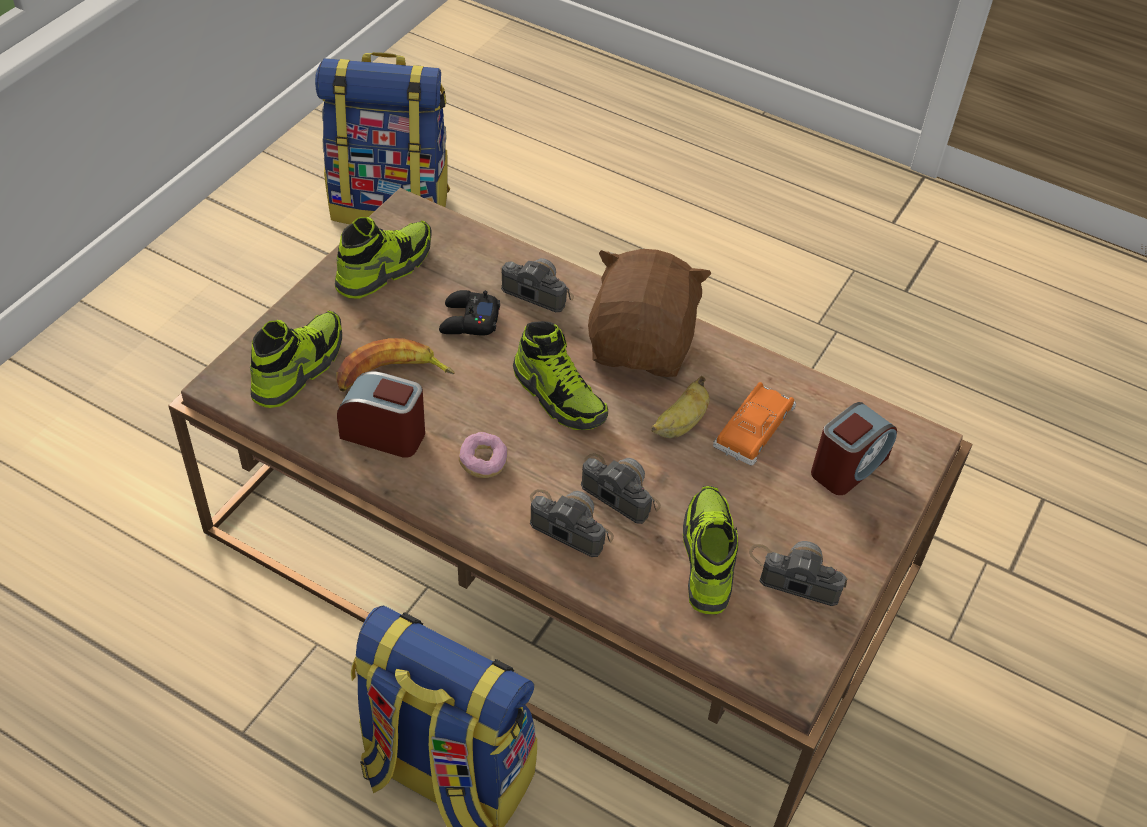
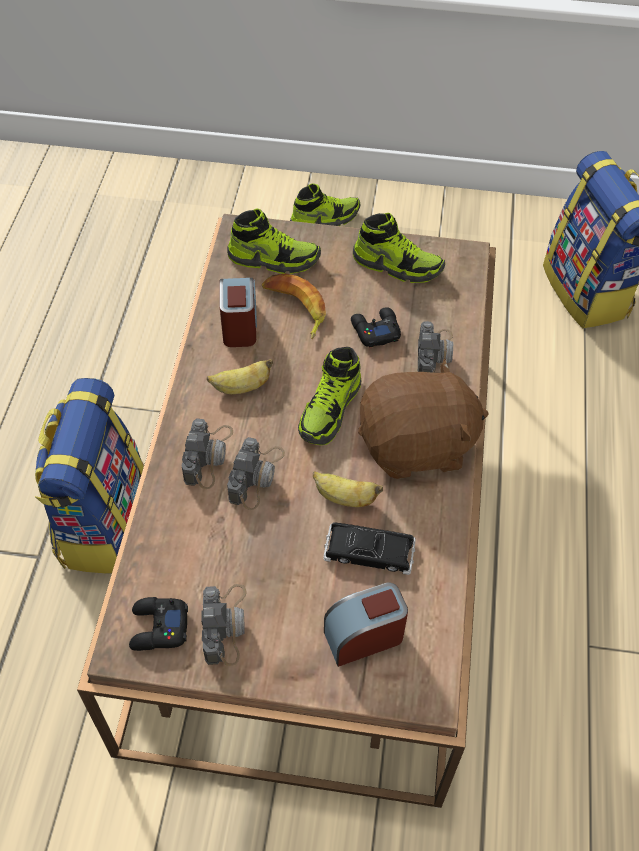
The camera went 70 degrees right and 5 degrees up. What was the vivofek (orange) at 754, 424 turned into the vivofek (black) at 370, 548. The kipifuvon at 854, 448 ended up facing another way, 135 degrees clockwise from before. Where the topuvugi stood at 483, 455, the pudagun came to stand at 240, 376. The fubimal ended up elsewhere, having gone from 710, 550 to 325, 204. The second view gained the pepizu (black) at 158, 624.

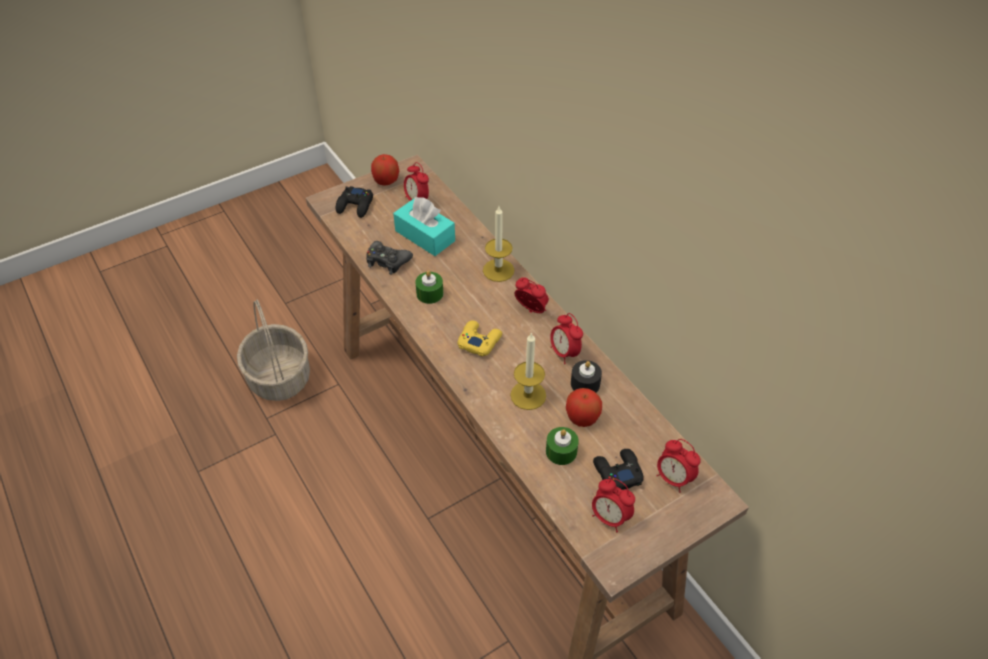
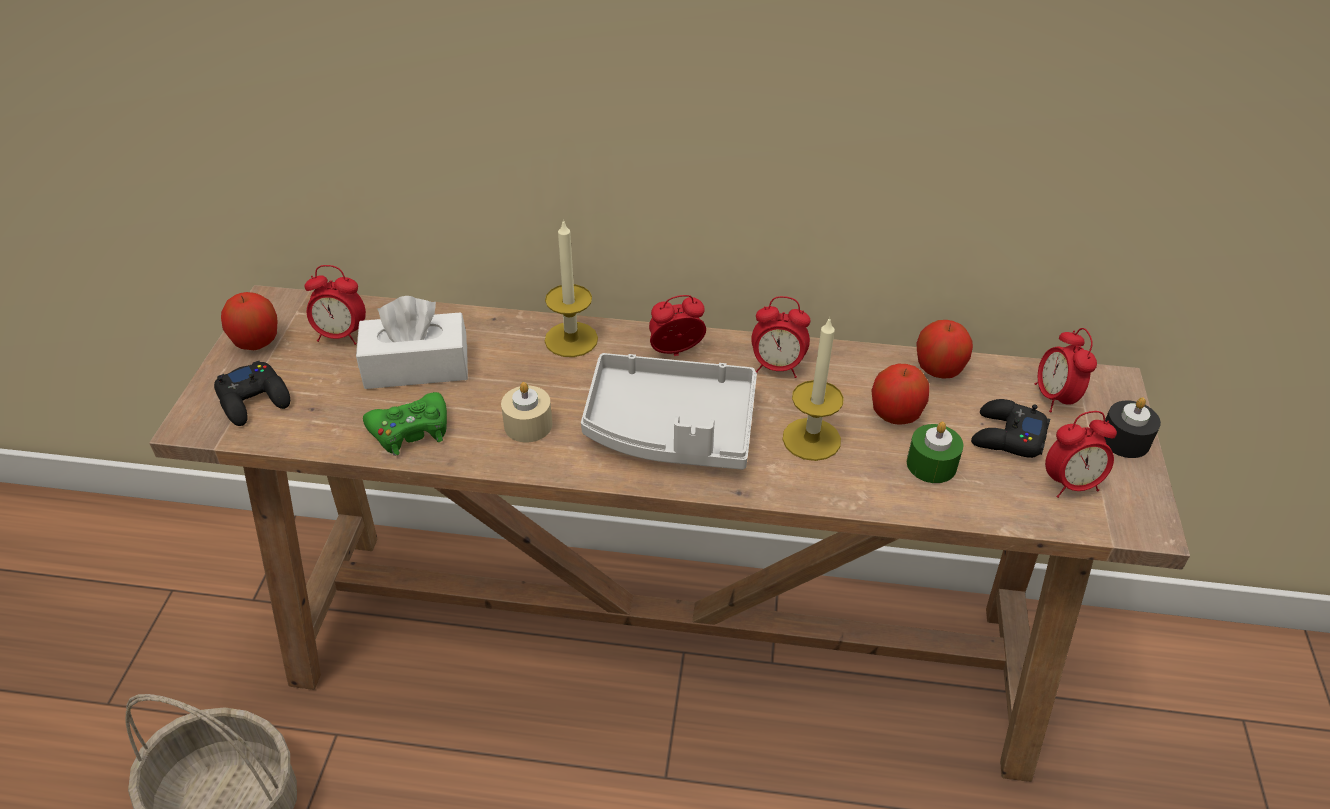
The camera went 50 degrees left and 5 degrees down. What was the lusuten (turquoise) at 424, 226 turned into the lusuten (white) at 412, 342. What was the pepizu (black) at 389, 258 turned into the pepizu (green) at 405, 424. What was the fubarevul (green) at 429, 287 turned into the fubarevul (beige) at 526, 412. Where the pepizu (yellow) stood at 480, 339, the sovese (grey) came to stand at 669, 411. The fubarevul (black) ended up elsewhere, having gone from 586, 376 to 1132, 427. The kipifuvon at 678, 466 ended up facing another way, 90 degrees clockwise from before. The second view gained the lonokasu at 944, 349.

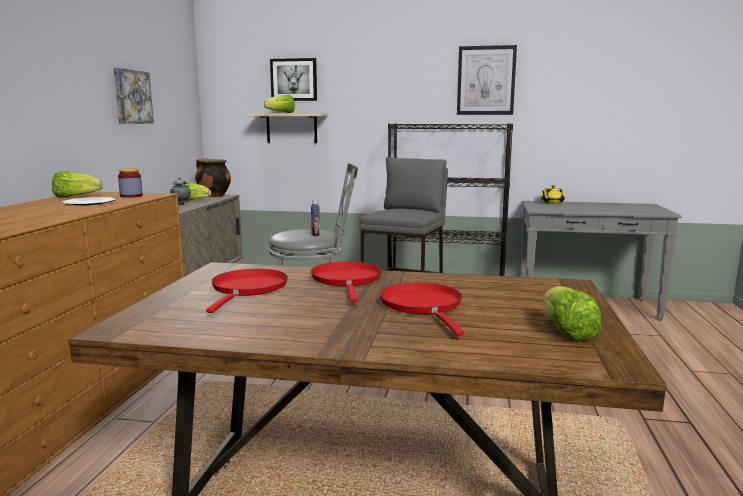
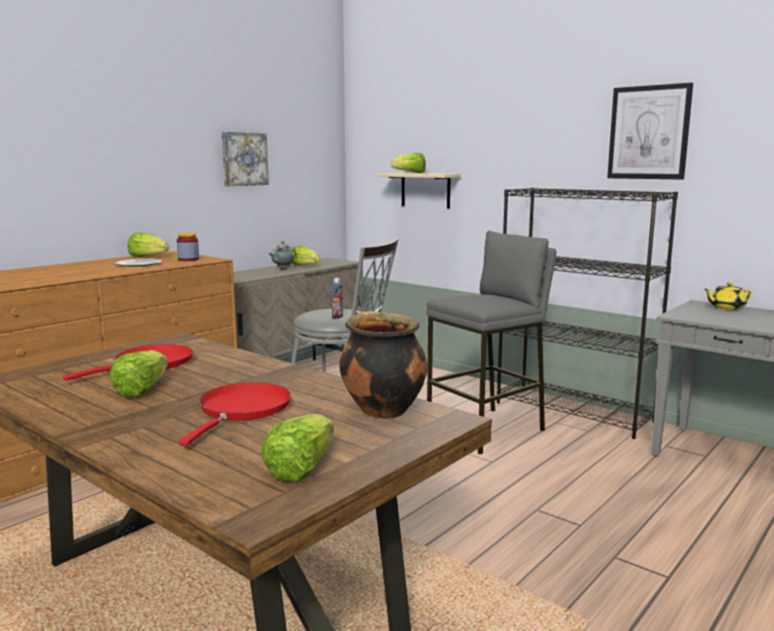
The camera went 30 degrees right and 0 degrees up. The second view lost the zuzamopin at 293, 79. The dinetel ended up elsewhere, having gone from 213, 177 to 383, 365. The second view lost the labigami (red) at 346, 281. The second view gained the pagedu at 138, 374.

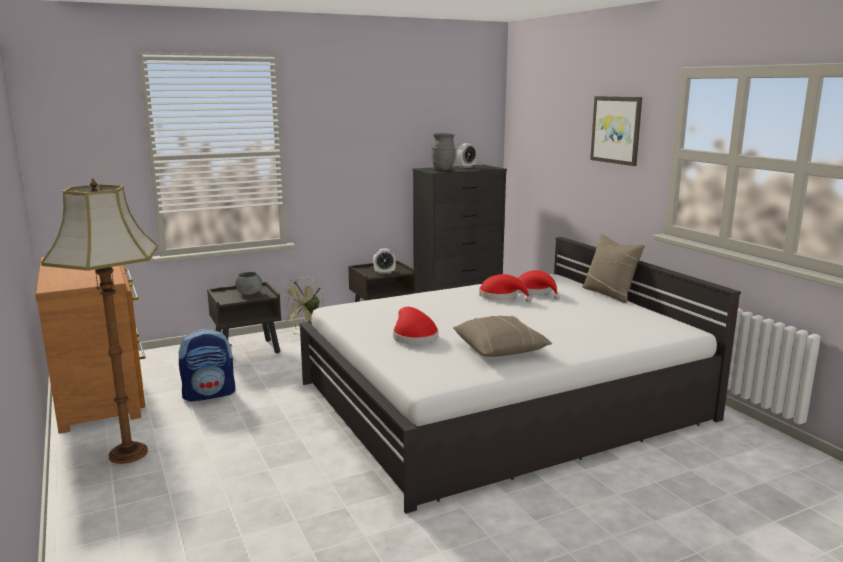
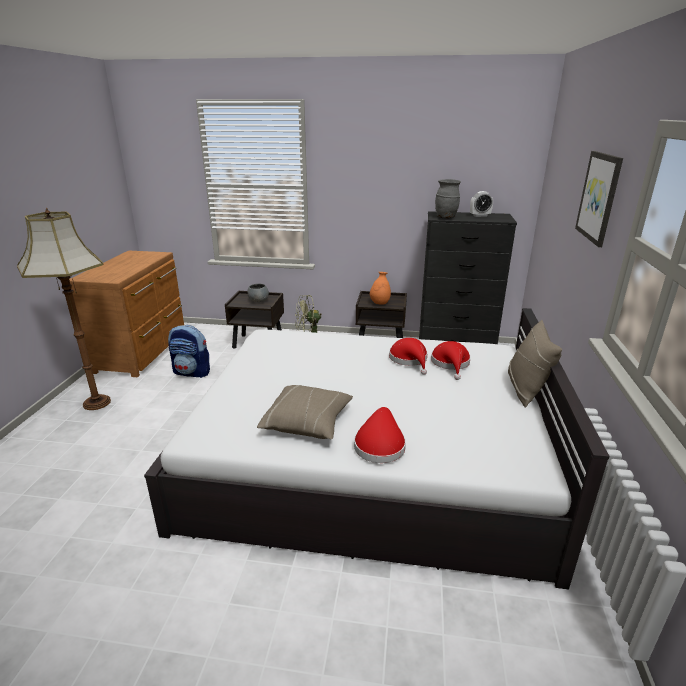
The camera went 35 degrees right and 10 degrees up. Where the kipifuvon stood at 384, 261, the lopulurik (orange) came to stand at 380, 288. The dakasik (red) ended up elsewhere, having gone from 415, 326 to 380, 435.

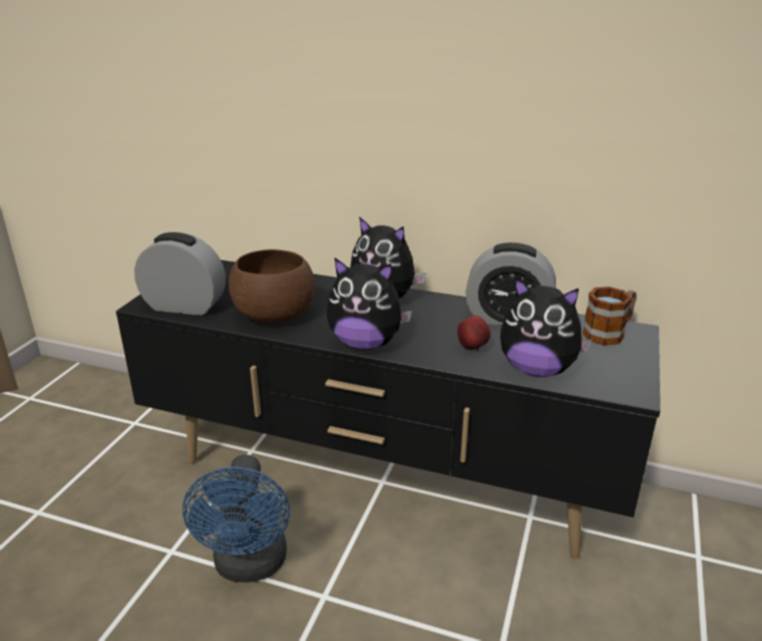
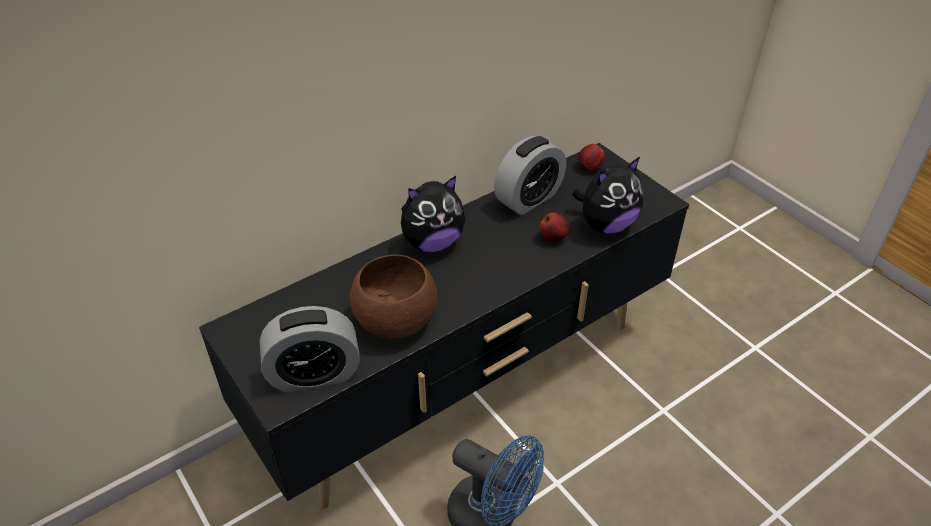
The camera went 55 degrees left and 15 degrees up. The kipifuvon at 180, 274 ended up facing another way, 150 degrees counterclockwise from before. The second view lost the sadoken at 369, 303. Where the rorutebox stood at 610, 316, the lonokasu came to stand at 591, 157.

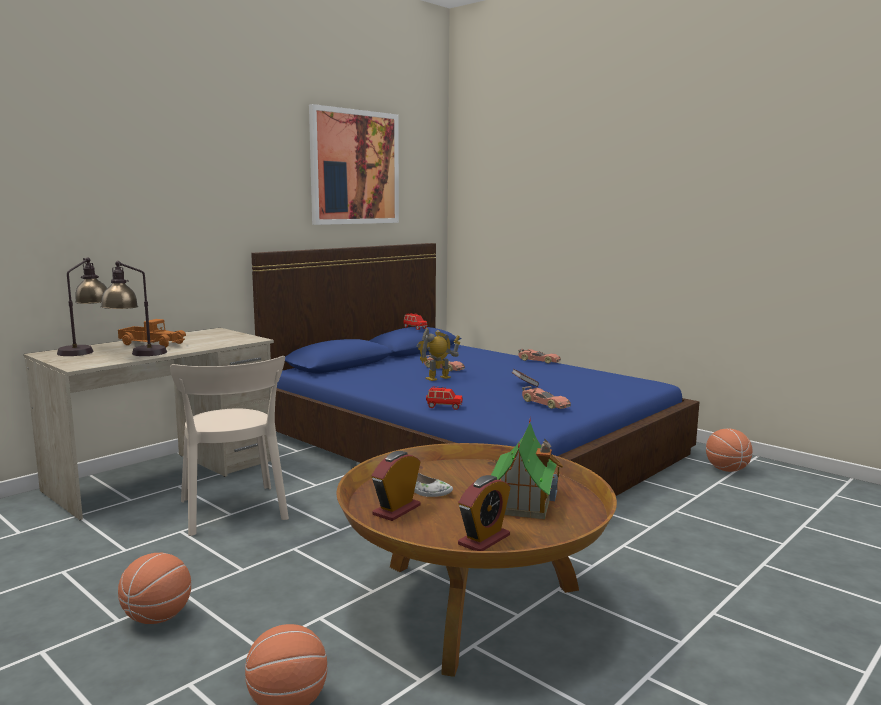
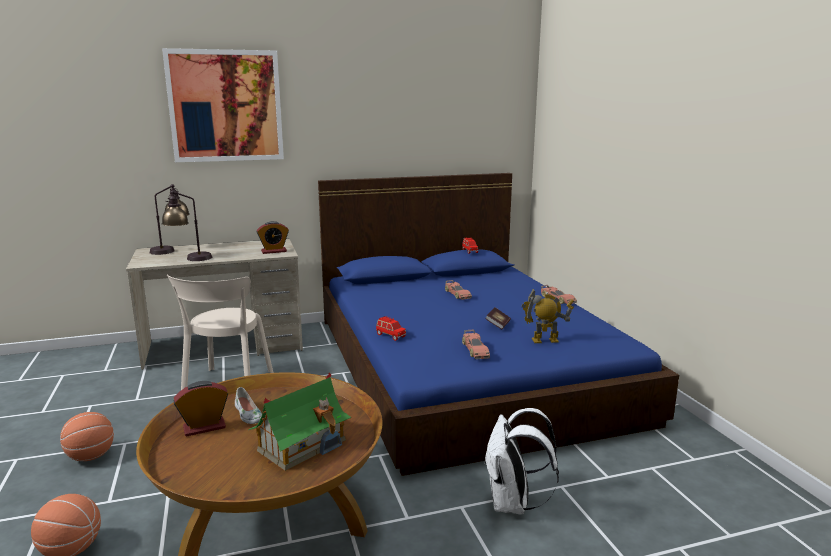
The camera went 30 degrees right and 5 degrees up. The zuzamopin ended up elsewhere, having gone from 354, 164 to 223, 105. The second view lost the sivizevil at 152, 333. The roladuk ended up elsewhere, having gone from 439, 354 to 547, 316. The second view lost the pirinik at 729, 450. The kipifuvon ended up elsewhere, having gone from 484, 513 to 273, 237. The second view gained the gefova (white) at 521, 461.

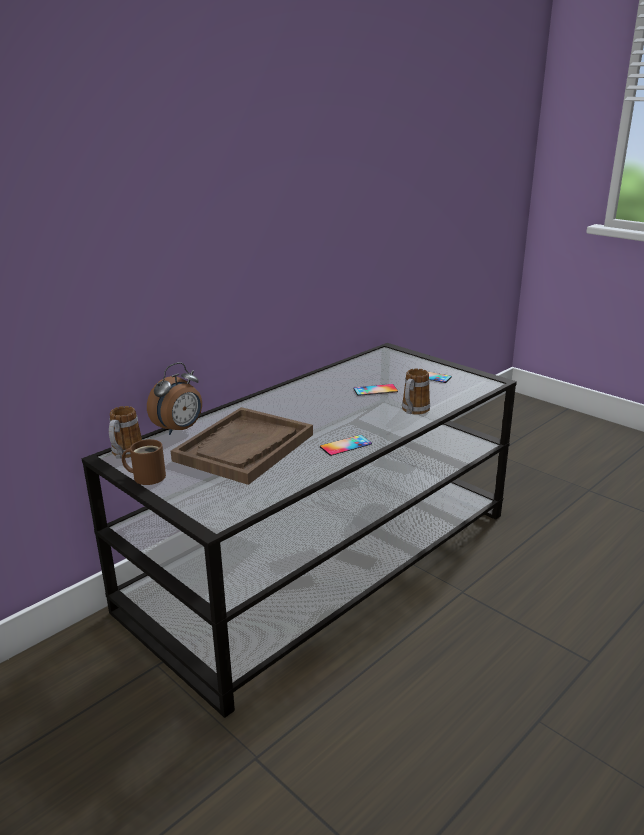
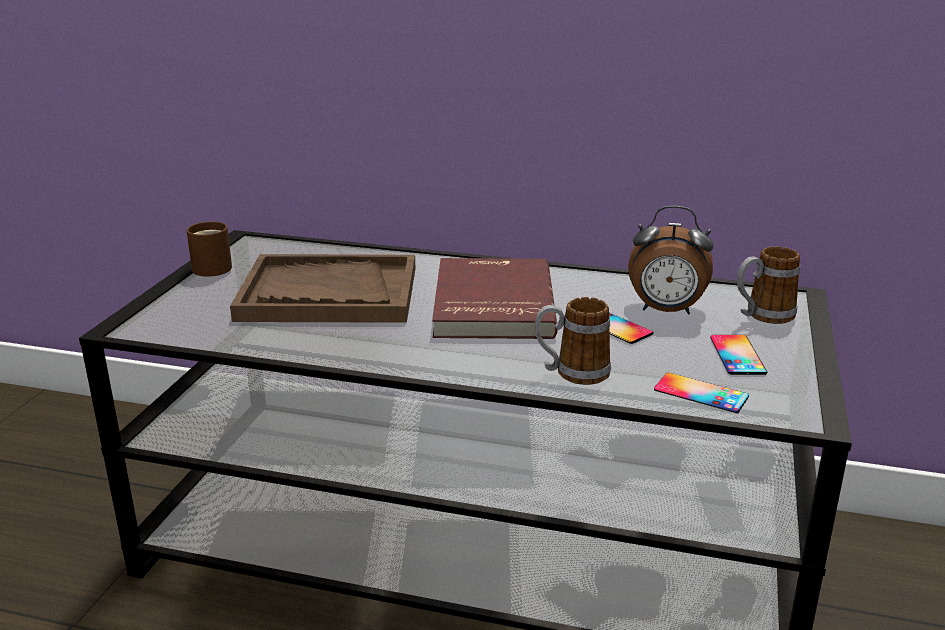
The camera went 60 degrees right and 0 degrees up. The kipifuvon ended up elsewhere, having gone from 174, 398 to 671, 260. The rorutebox ended up elsewhere, having gone from 125, 432 to 768, 285. The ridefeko ended up elsewhere, having gone from 346, 445 to 701, 392. The second view gained the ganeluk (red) at 495, 298.

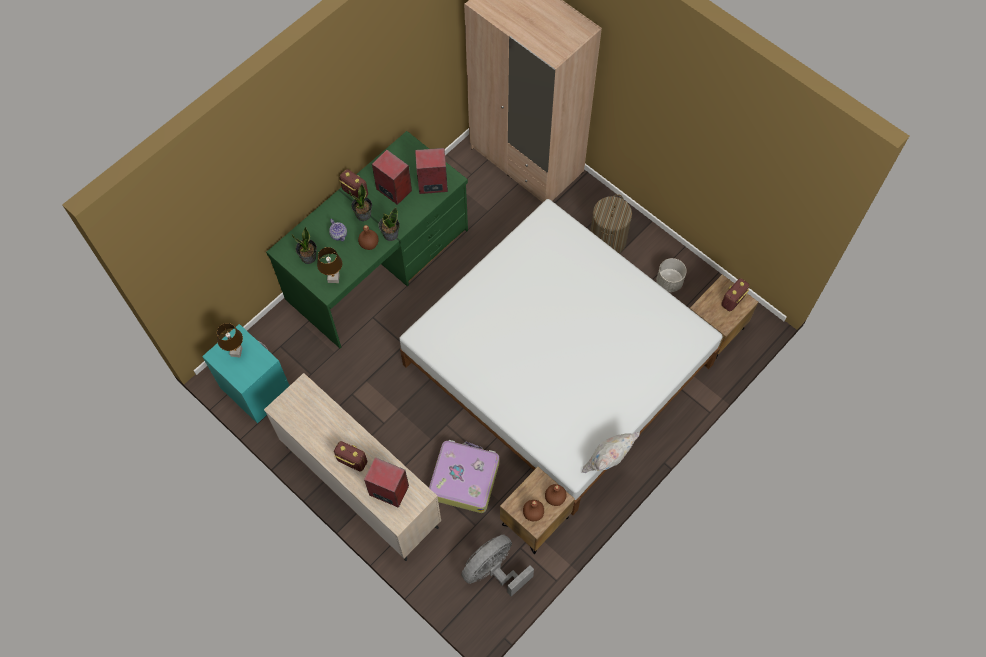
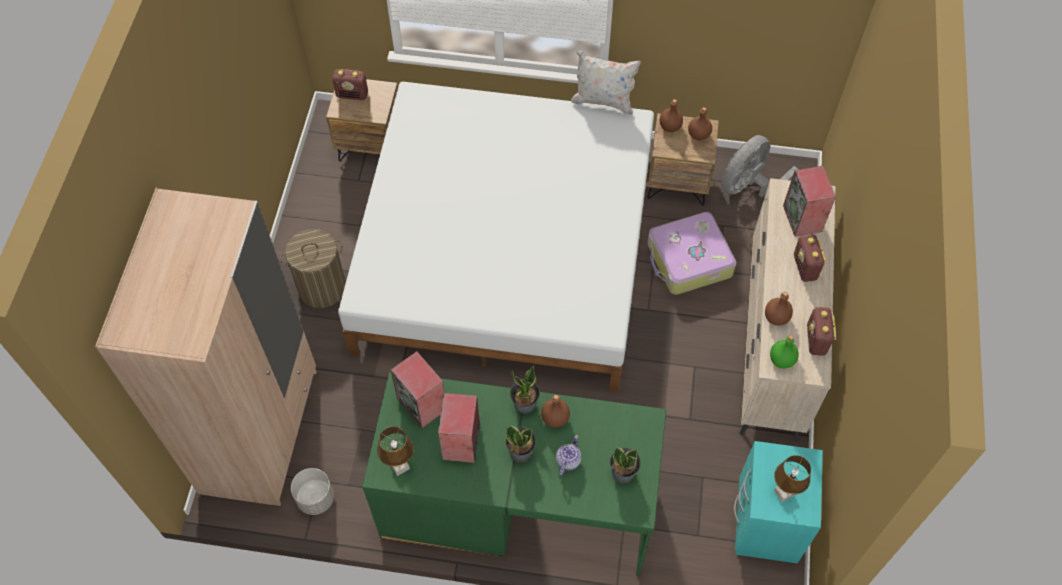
The camera went 125 degrees left and 5 degrees down. The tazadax ended up elsewhere, having gone from 354, 183 to 821, 331. The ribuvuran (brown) ended up elsewhere, having gone from 329, 265 to 395, 451. The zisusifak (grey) ended up elsewhere, having gone from 672, 275 to 312, 491. The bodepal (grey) at 497, 565 ended up facing another way, 120 degrees clockwise from before. The second view gained the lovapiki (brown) at 779, 308. The second view gained the lovapiki (green) at 784, 351.

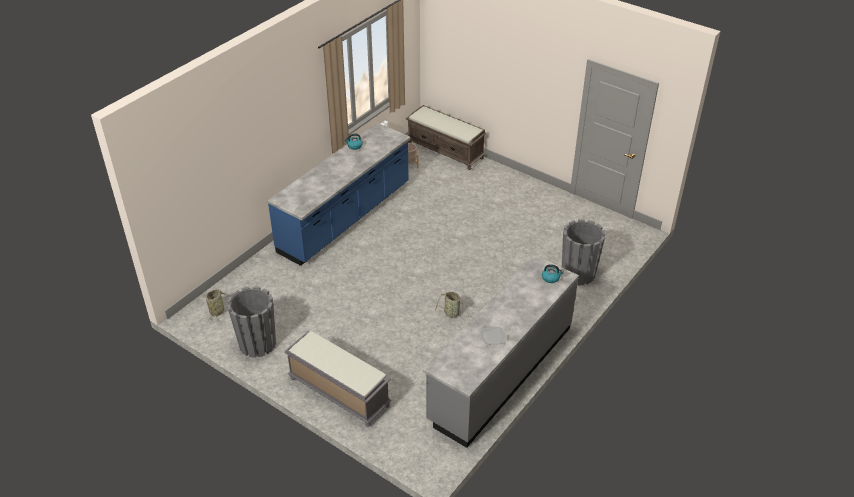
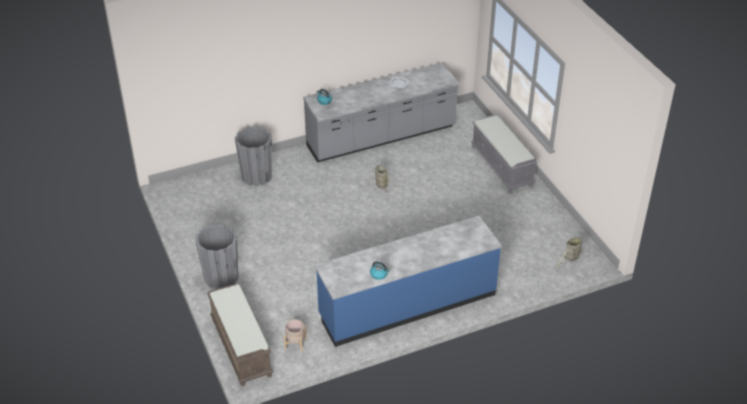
The camera went 150 degrees left and 0 degrees up. The zisusifak (grey) ended up elsewhere, having gone from 251, 322 to 216, 256.

